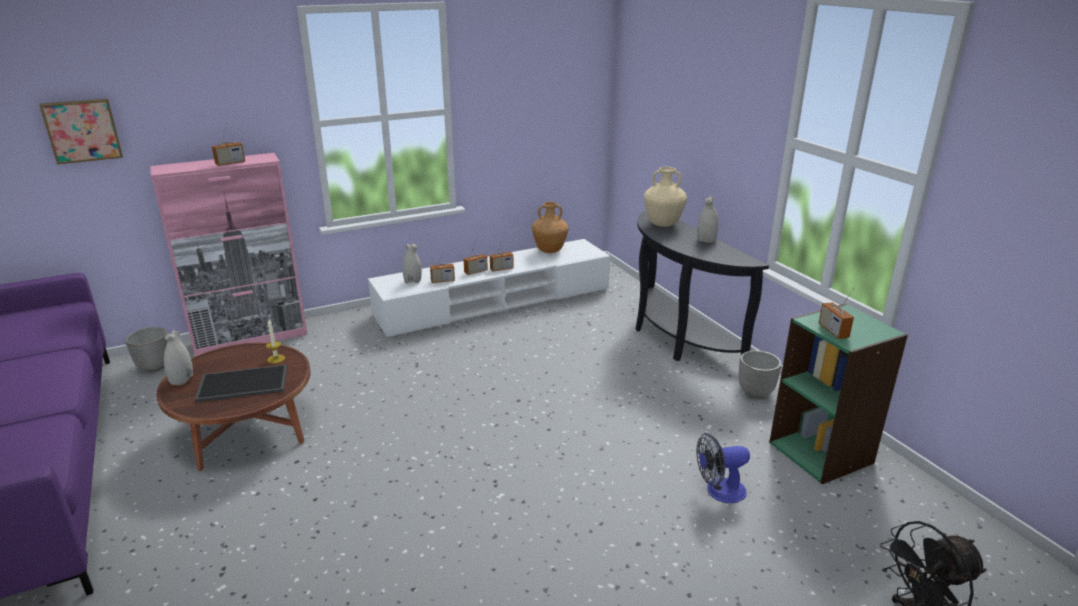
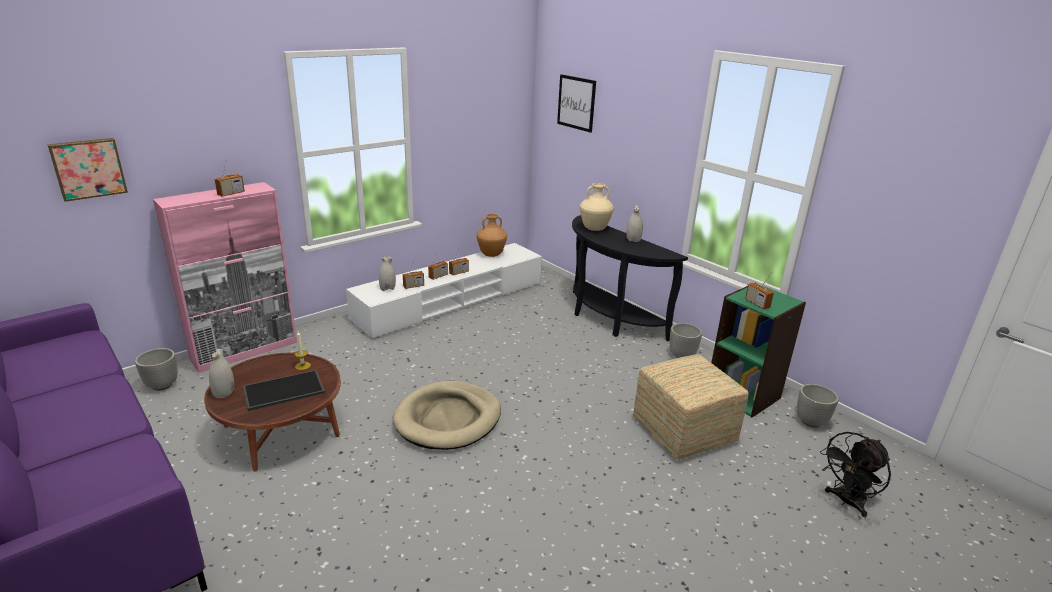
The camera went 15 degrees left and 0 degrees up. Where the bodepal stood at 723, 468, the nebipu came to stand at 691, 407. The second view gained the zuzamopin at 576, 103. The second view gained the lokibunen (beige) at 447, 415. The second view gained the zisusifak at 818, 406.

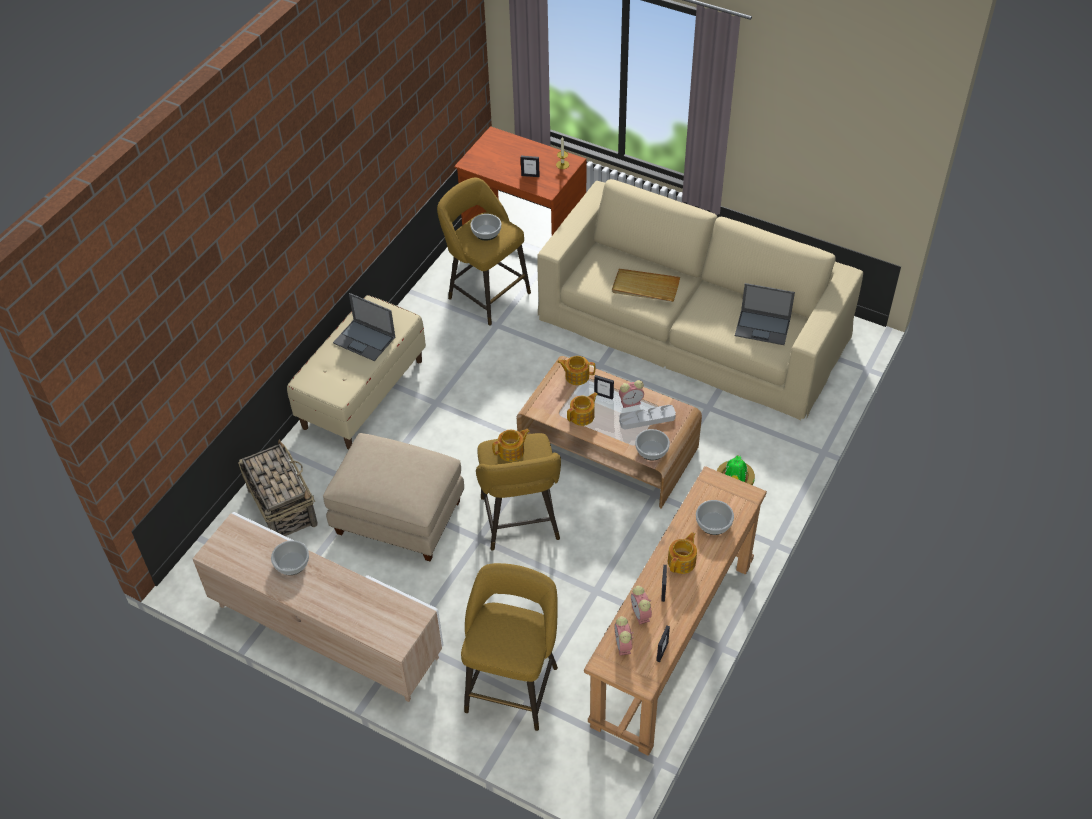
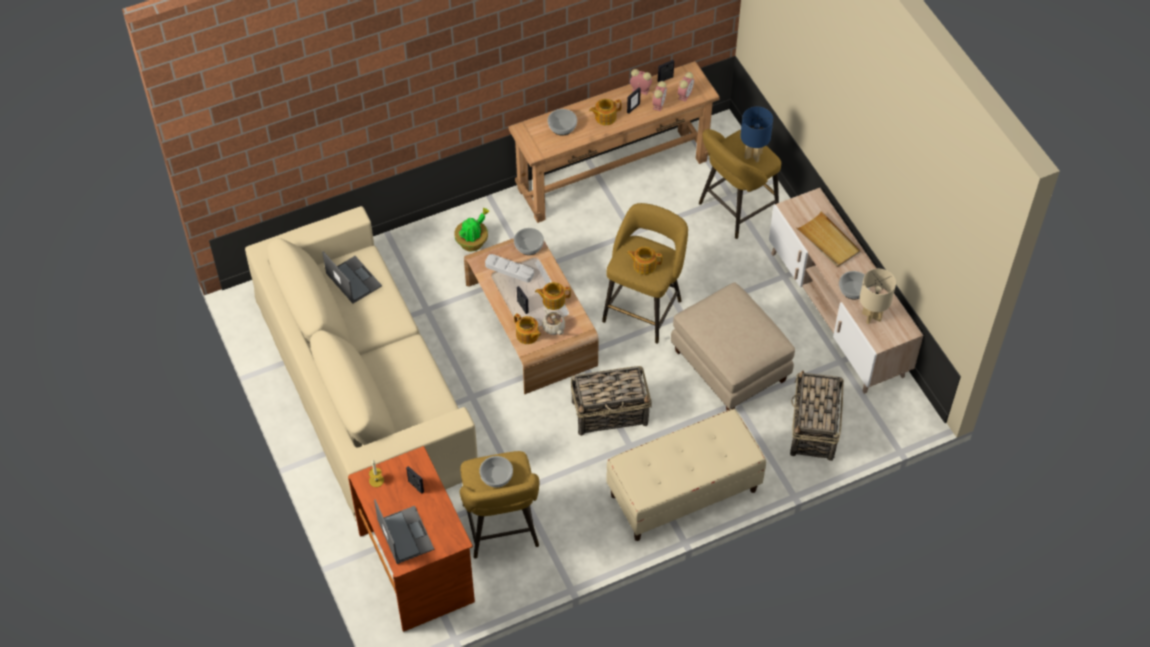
The camera went 145 degrees left and 5 degrees up. The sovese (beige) ended up elsewhere, having gone from 646, 285 to 828, 239. The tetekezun ended up elsewhere, having gone from 364, 327 to 404, 531. The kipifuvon ended up elsewhere, having gone from 631, 394 to 641, 82. The second view gained the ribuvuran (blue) at 756, 134. The second view gained the ribuvuran (beige) at 878, 296. The second view gained the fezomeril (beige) at 554, 321. The second view gained the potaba at 611, 401.

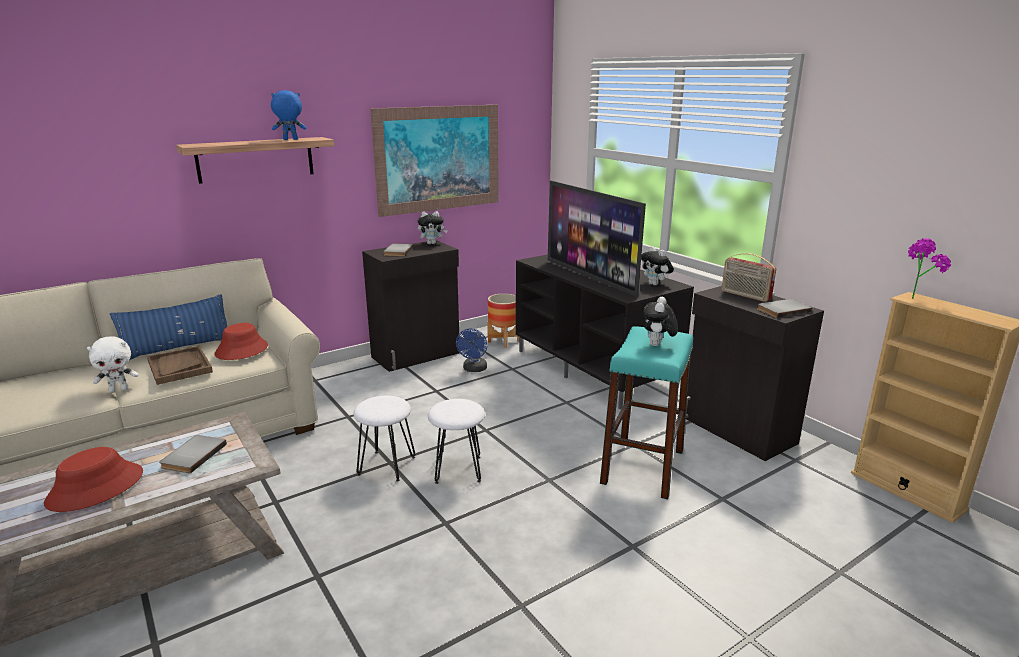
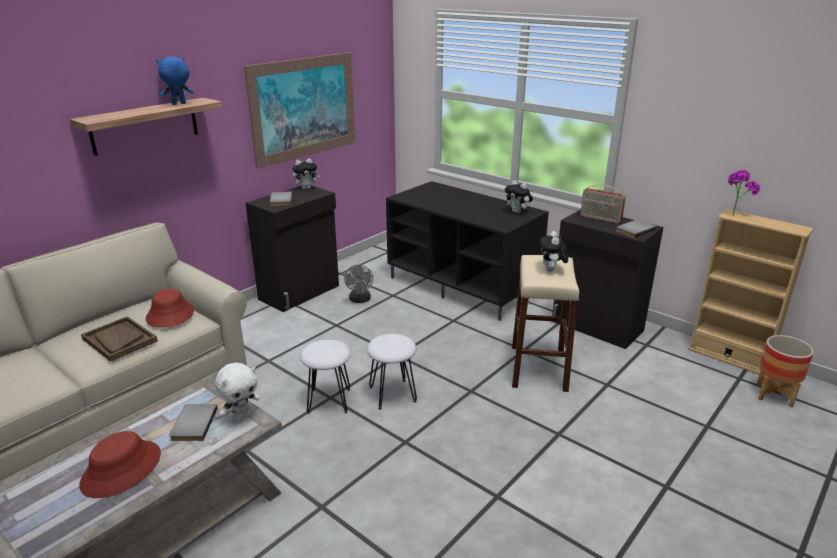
The camera went 15 degrees left and 5 degrees up. The second view lost the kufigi at 597, 238. The zisusifak ended up elsewhere, having gone from 503, 320 to 785, 371. The second view lost the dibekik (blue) at 168, 327. What was the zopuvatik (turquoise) at 646, 413 turned into the zopuvatik (beige) at 545, 323. What was the bodepal (blue) at 472, 350 turned into the bodepal (grey) at 358, 284. The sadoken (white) ended up elsewhere, having gone from 113, 364 to 237, 392.

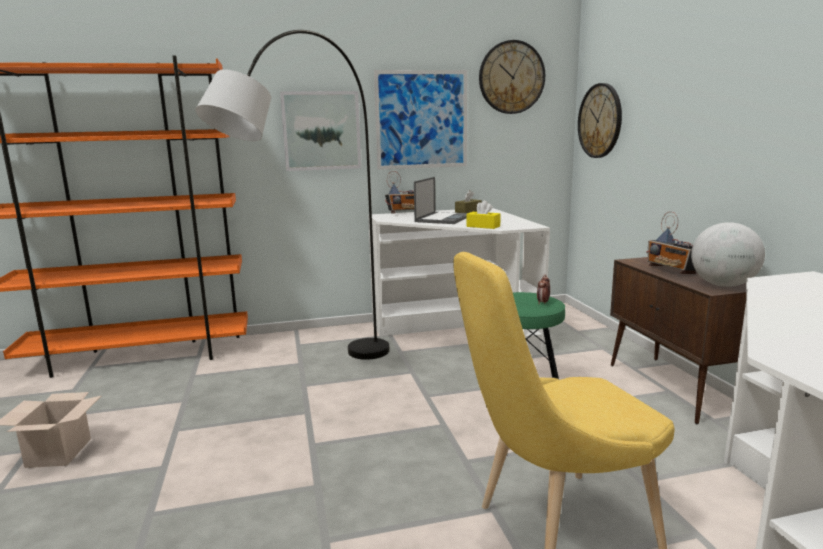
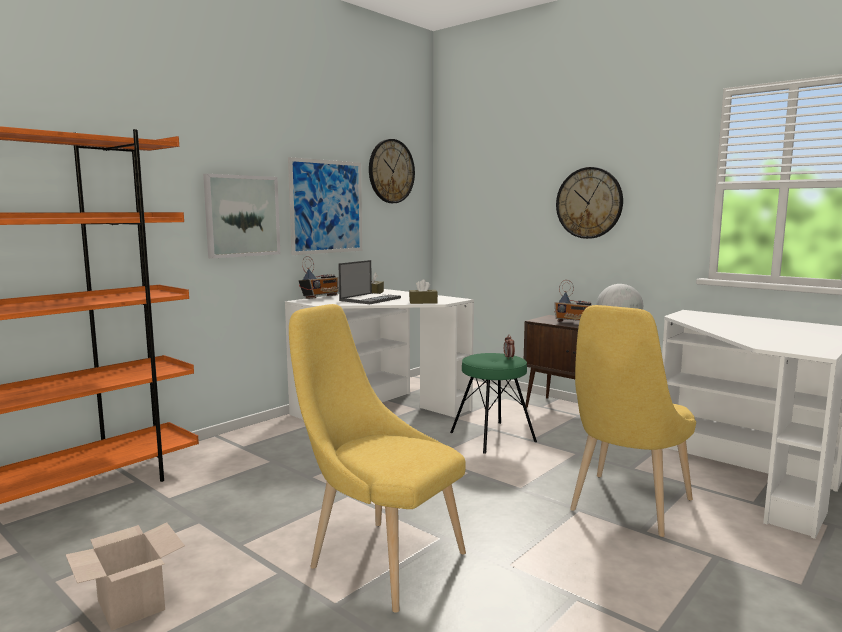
The camera went 35 degrees left and 5 degrees down. The second view lost the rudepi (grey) at 292, 195. The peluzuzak ended up elsewhere, having gone from 600, 120 to 589, 203. The tetekezun at 440, 200 ended up facing another way, 45 degrees clockwise from before. What was the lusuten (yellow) at 483, 215 turned into the lusuten (brown) at 423, 291. The second view gained the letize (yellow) at 377, 458.

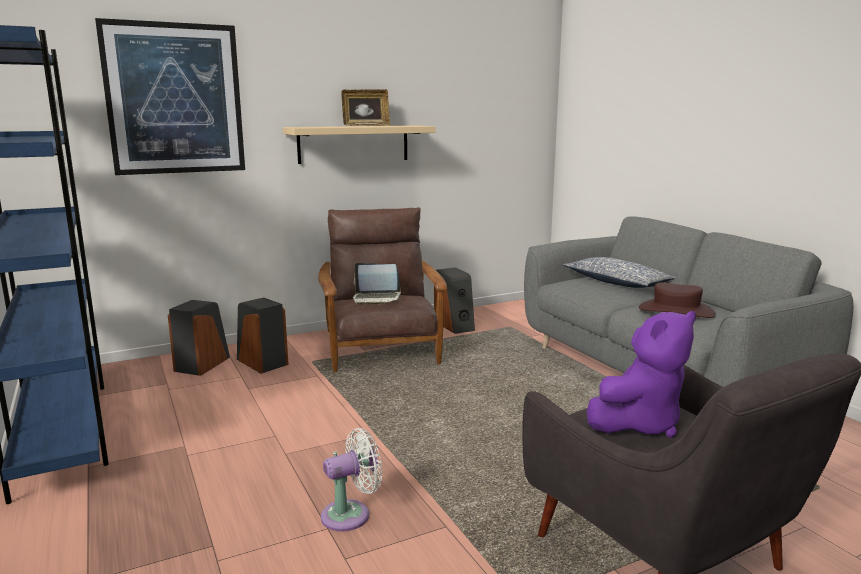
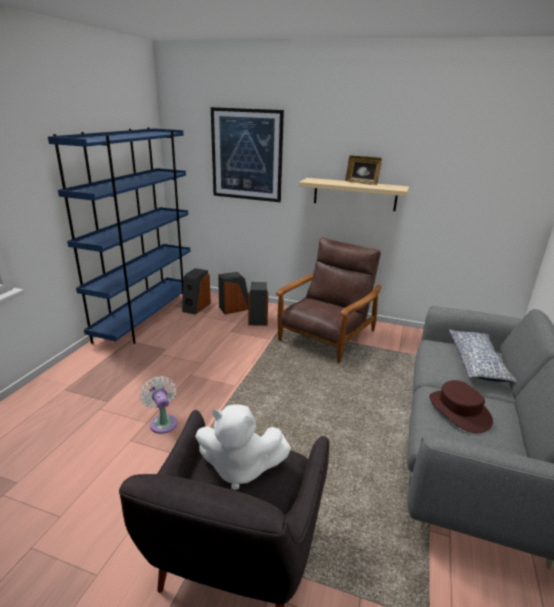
The camera went 45 degrees right and 10 degrees up. The second view lost the tetekezun at 377, 284. The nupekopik ended up elsewhere, having gone from 454, 301 to 196, 291. What was the sadoken (purple) at 641, 374 turned into the sadoken (white) at 243, 447. The bodepal (white) at 351, 479 ended up facing another way, 135 degrees counterclockwise from before.

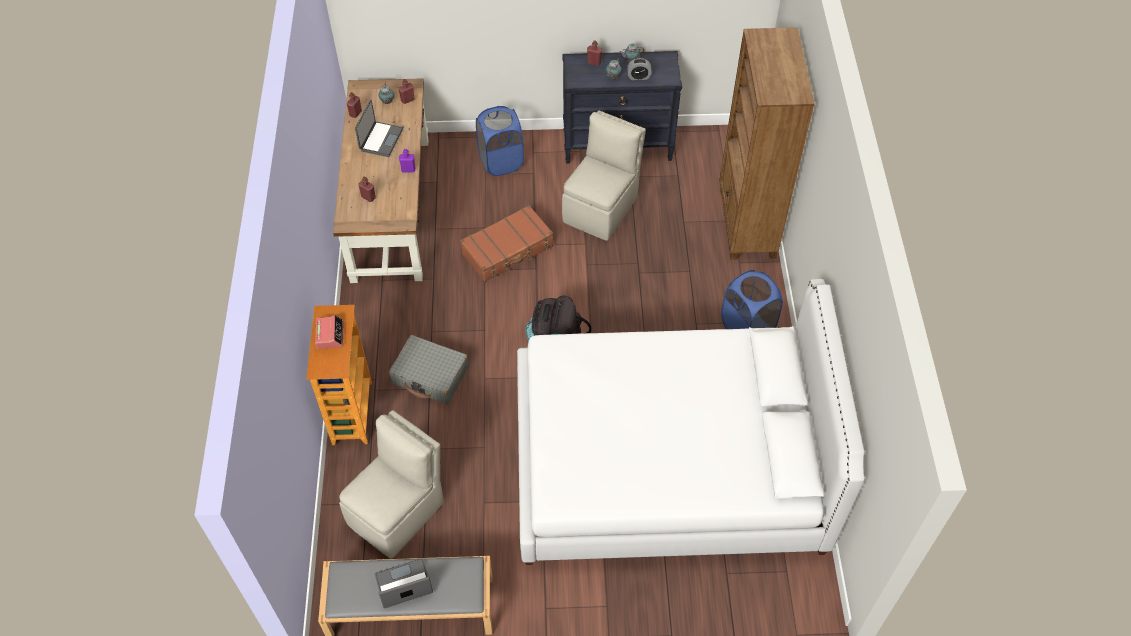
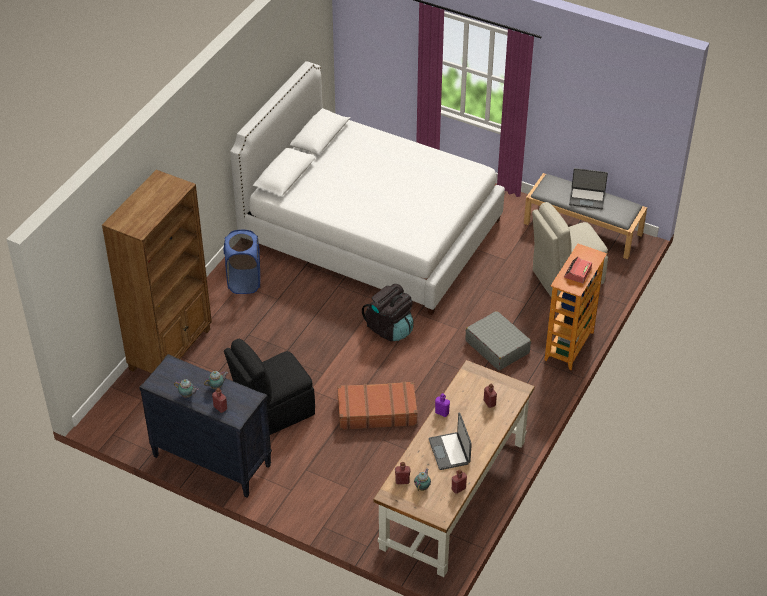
The camera went 150 degrees left and 10 degrees down. The second view lost the kipifuvon at 639, 69. The tetekezun at 379, 128 ended up facing another way, 60 degrees counterclockwise from before. The second view lost the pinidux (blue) at 500, 141. What was the letize (beige) at 604, 176 turned into the letize (black) at 269, 387.

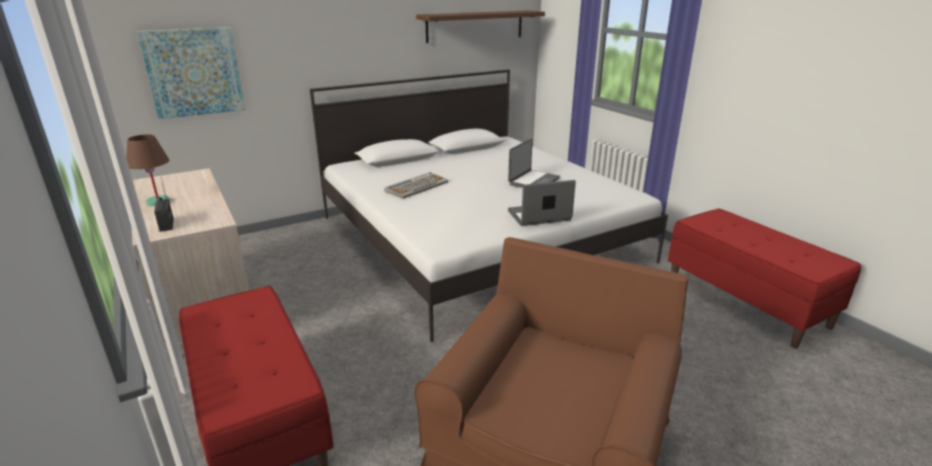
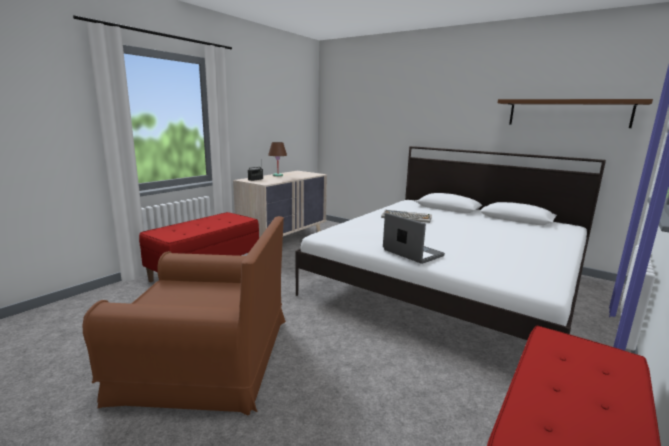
The camera went 65 degrees right and 10 degrees down. The second view lost the zuzamopin at 191, 73. The second view lost the tetekezun at 534, 163.

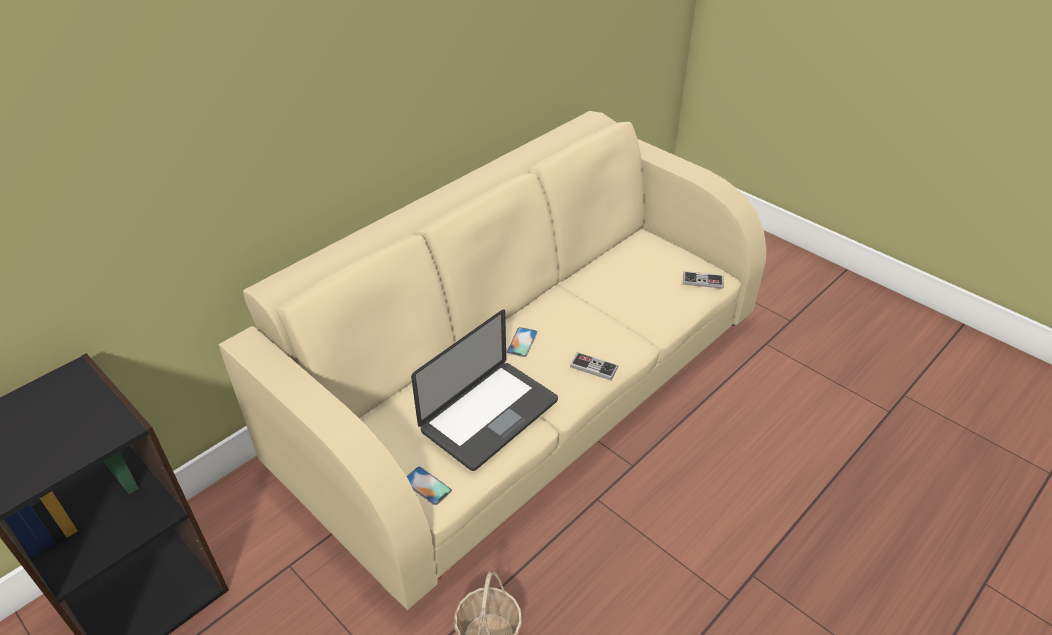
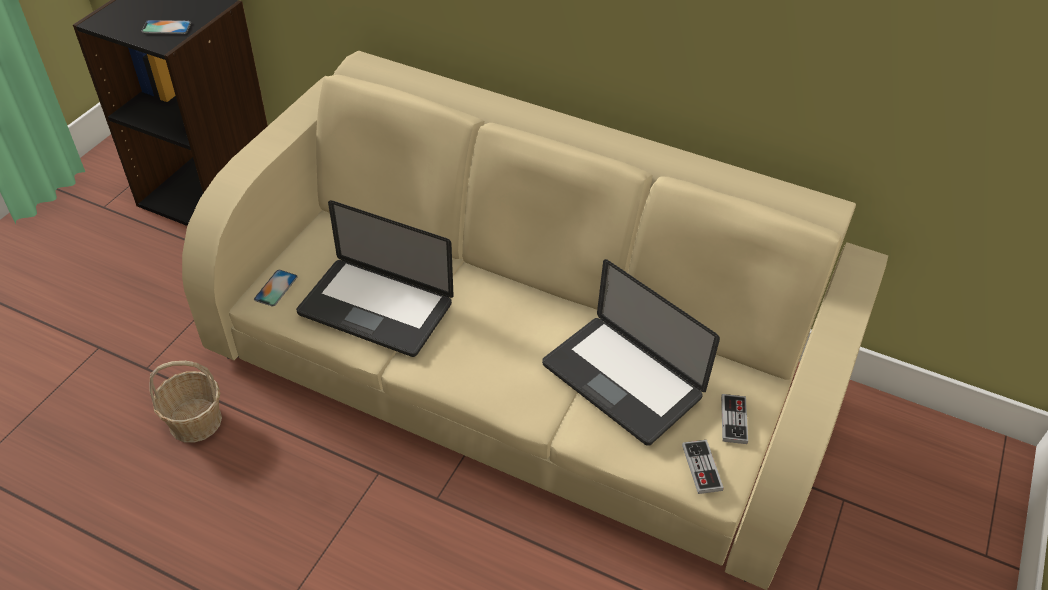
The camera went 70 degrees right and 5 degrees up. The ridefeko ended up elsewhere, having gone from 522, 342 to 166, 27. The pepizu ended up elsewhere, having gone from 594, 366 to 734, 419. The second view gained the tetekezun at 631, 352.

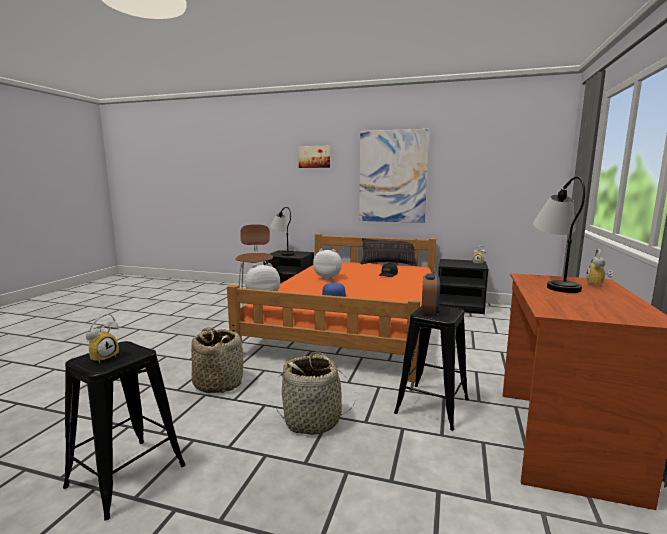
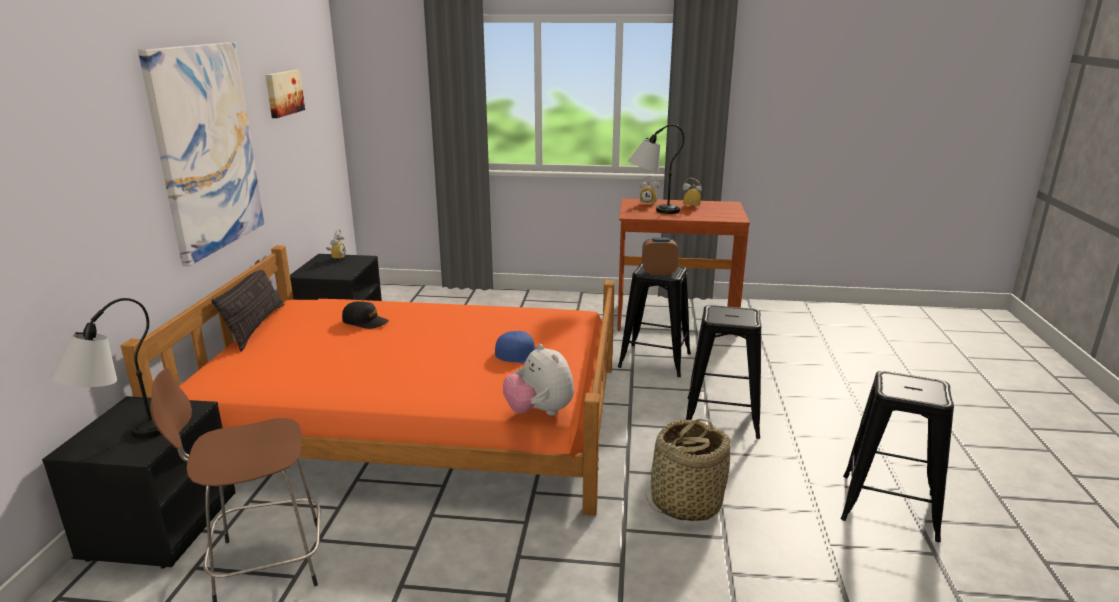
The camera went 100 degrees left and 10 degrees up. The zuzamopin ended up elsewhere, having gone from 314, 157 to 285, 94. The second view lost the sadoken at 327, 264. The kipifuvon ended up elsewhere, having gone from 102, 338 to 692, 193. Where the potaba stood at 315, 393, the zopuvatik (black) came to stand at 723, 372.

